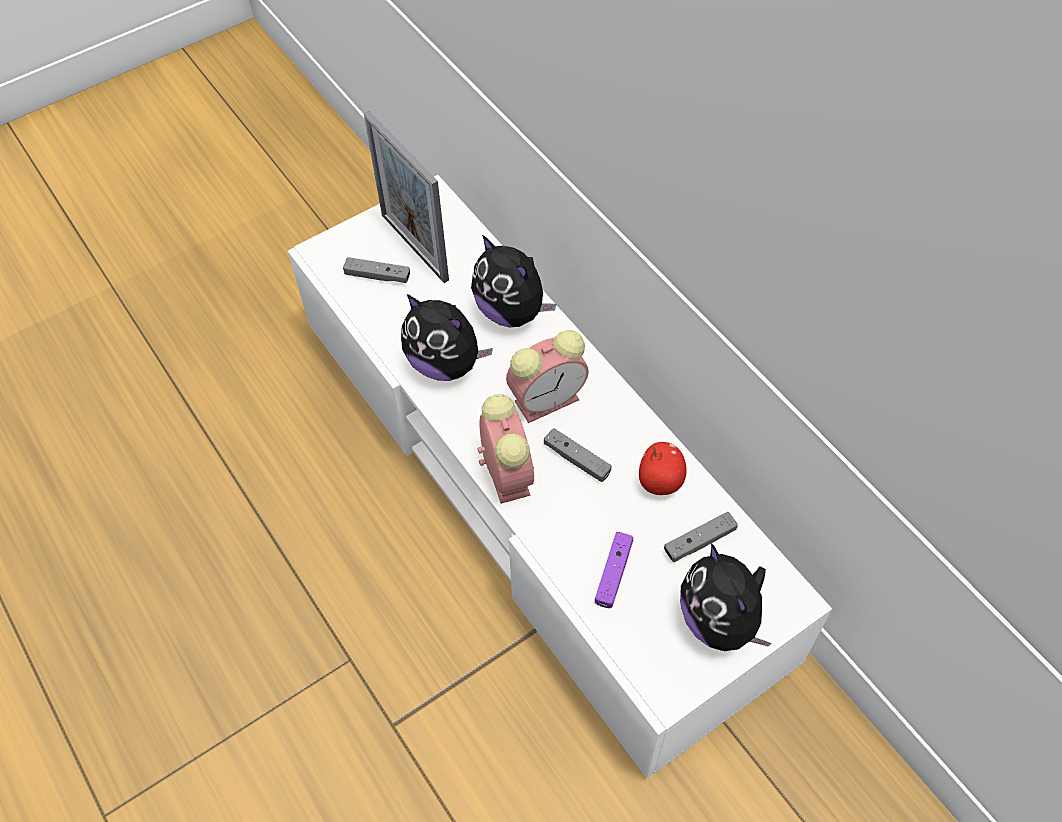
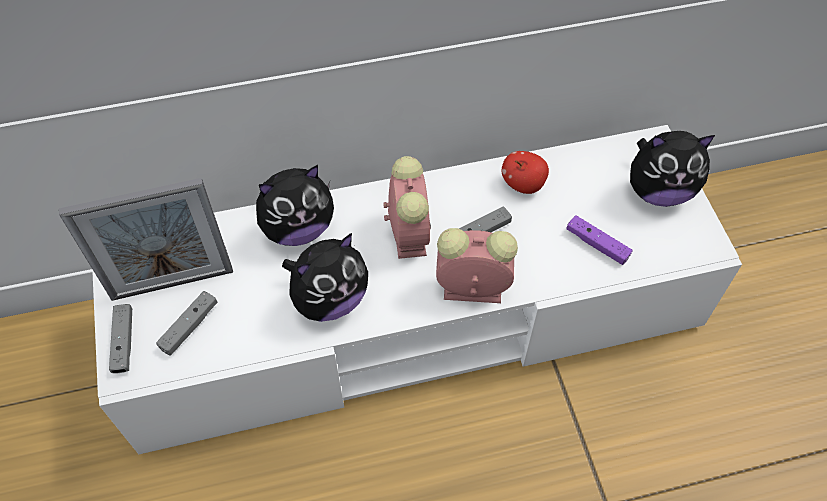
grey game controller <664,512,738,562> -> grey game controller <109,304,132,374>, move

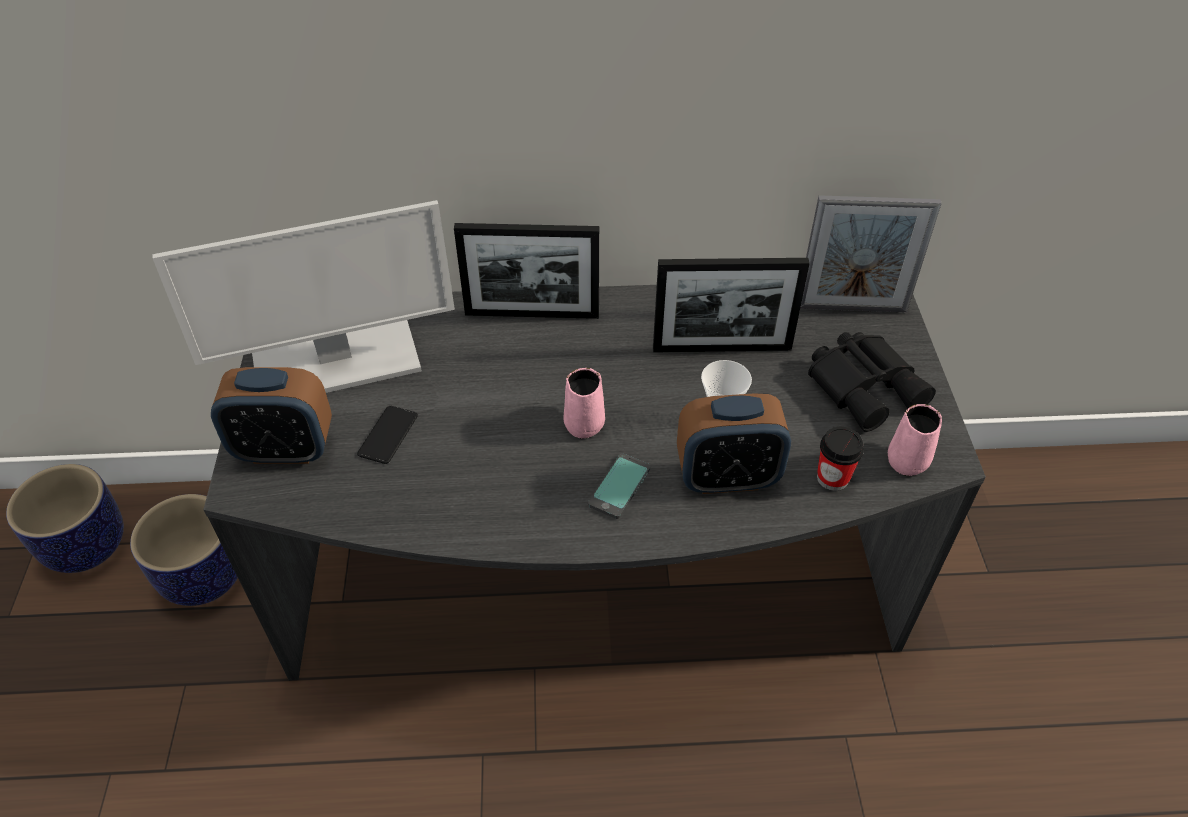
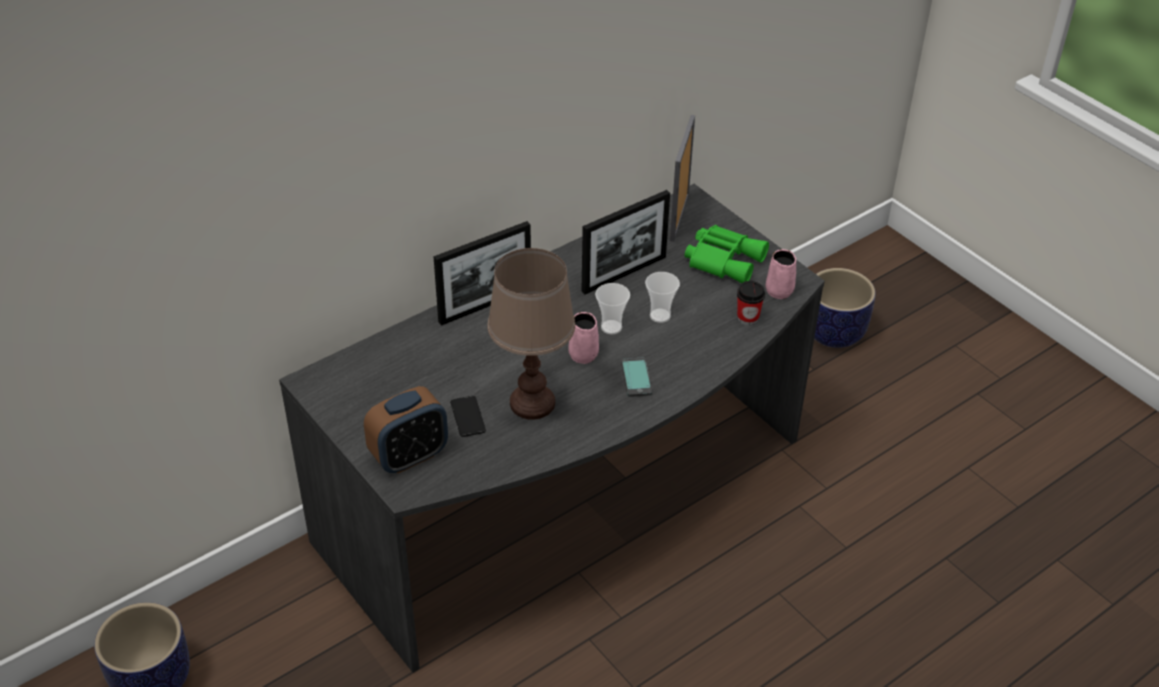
picture frame <800,195,942,313> -> picture frame <670,115,695,242>, 135 degrees clockwise
monitor <152,200,455,393> -> none
black binoculars <808,332,936,432> -> green binoculars <685,225,769,283>
alarm clock <677,393,791,494> -> none
planter <130,494,238,606> -> planter <814,268,876,348>, move
none -> brown table lamp <487,248,575,420>
none -> cup <595,283,630,334>

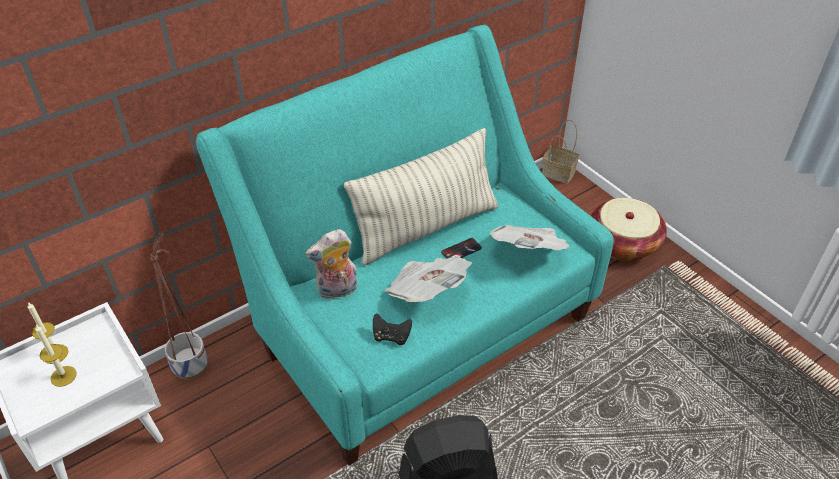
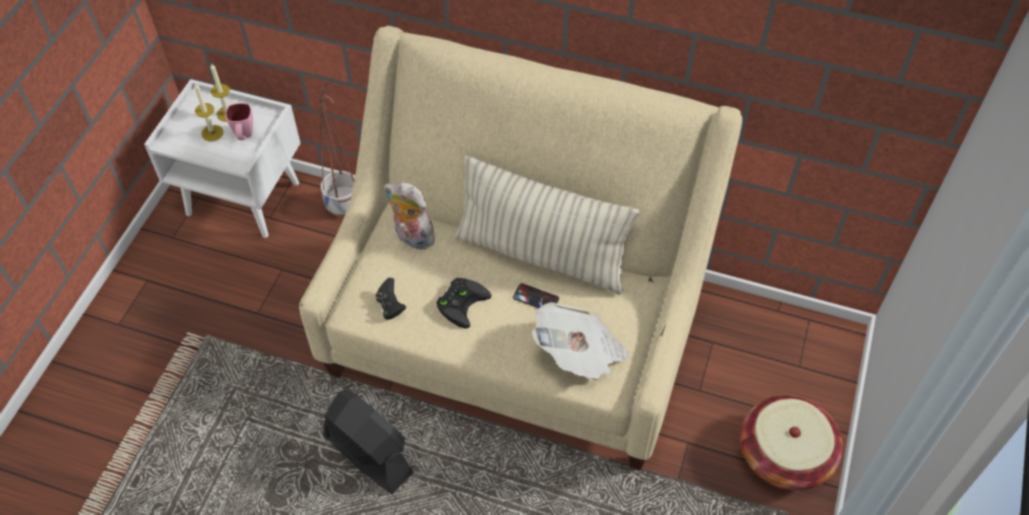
turquoise sofa <196,25,614,465> -> beige sofa <299,26,742,470>
basket <542,120,580,184> -> none
newspaper <384,257,472,302> -> black game controller <437,278,491,328>
none -> pink mug <225,103,253,140>

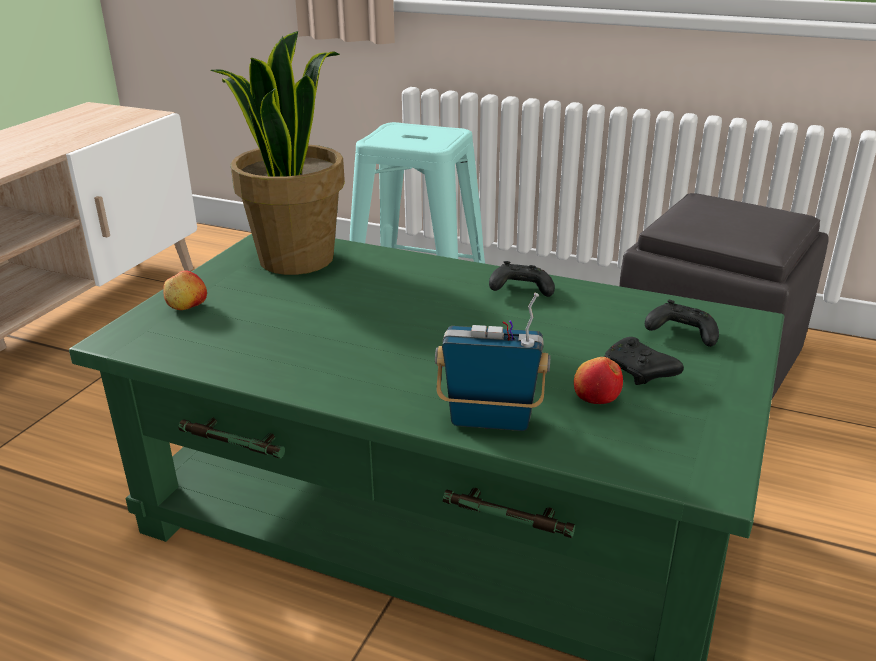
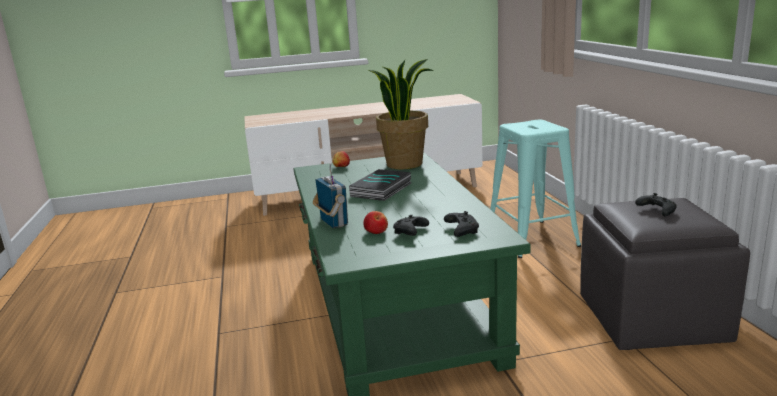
black game controller <489,261,555,297> -> black game controller <635,193,677,216>, move
none -> book <349,169,412,201>

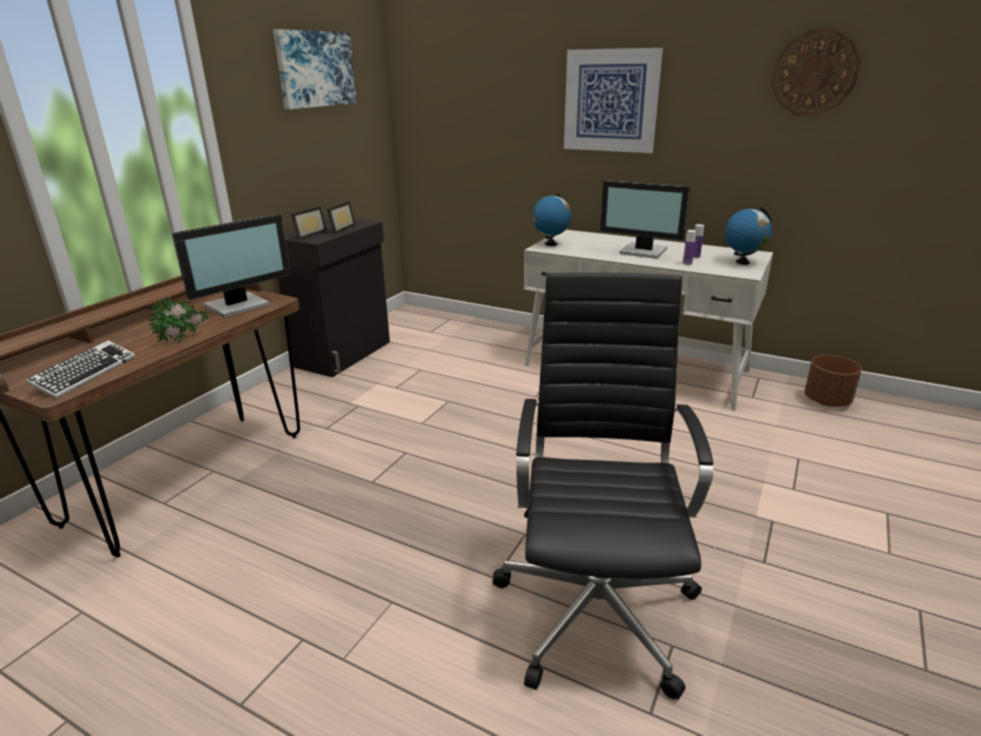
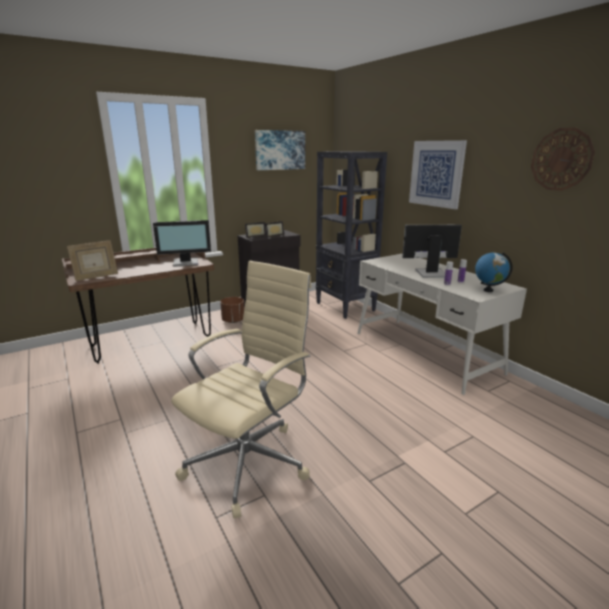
monitor <600,180,691,259> -> monitor <402,225,462,278>, 120 degrees clockwise
globe <532,193,572,246> -> none
black office chair <493,273,713,700> -> beige office chair <171,261,311,519>
potted plant <148,296,208,343> -> none
keyboard <26,340,136,399> -> picture frame <67,240,118,281>
brown planter <804,355,862,407> -> brown planter <220,297,244,323>, move
none -> black bookcase <316,151,387,319>

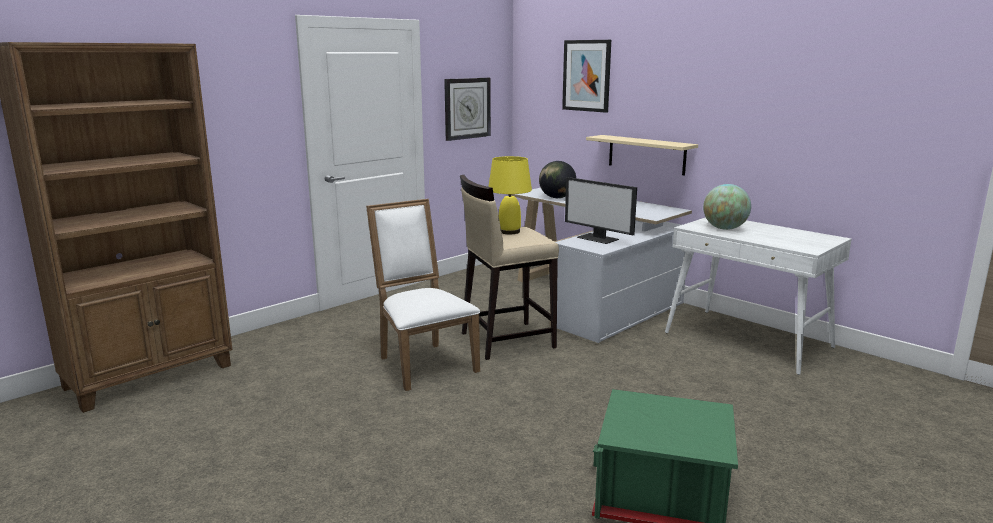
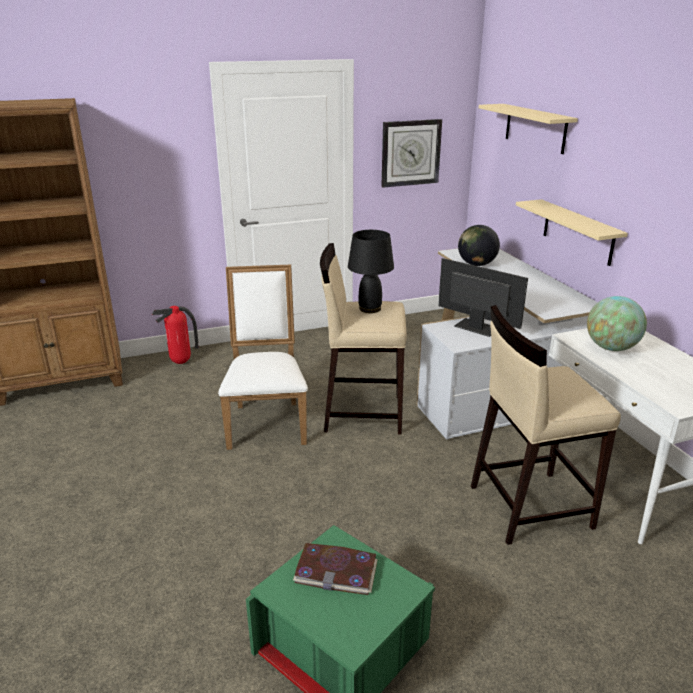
picture <562,40,611,113> -> beige shelf <479,104,578,154>
yellow table lamp <488,156,532,234> -> black table lamp <348,230,394,313>
monitor <565,177,637,244> -> monitor <438,258,528,337>, 150 degrees clockwise
none -> beige stool <471,305,621,545>
none -> fire extinguisher <152,306,200,364>
none -> book <293,543,378,595>

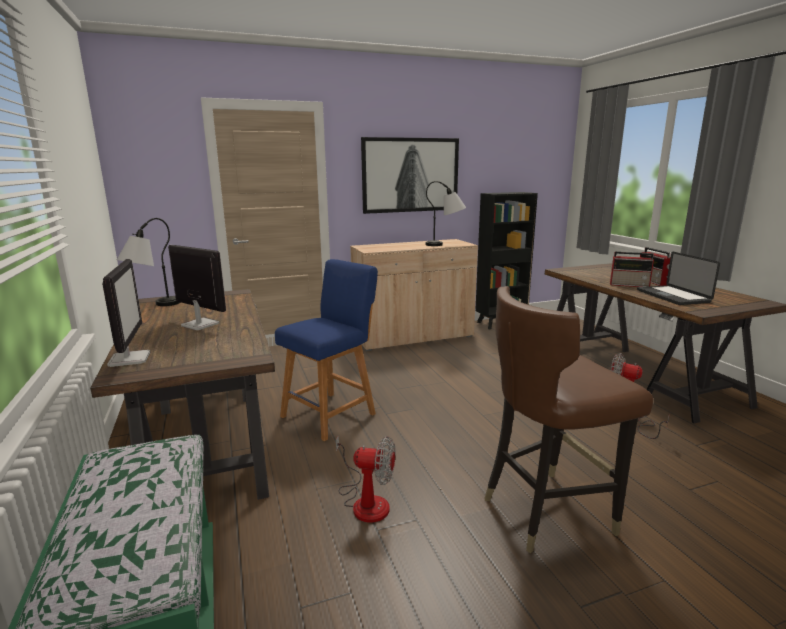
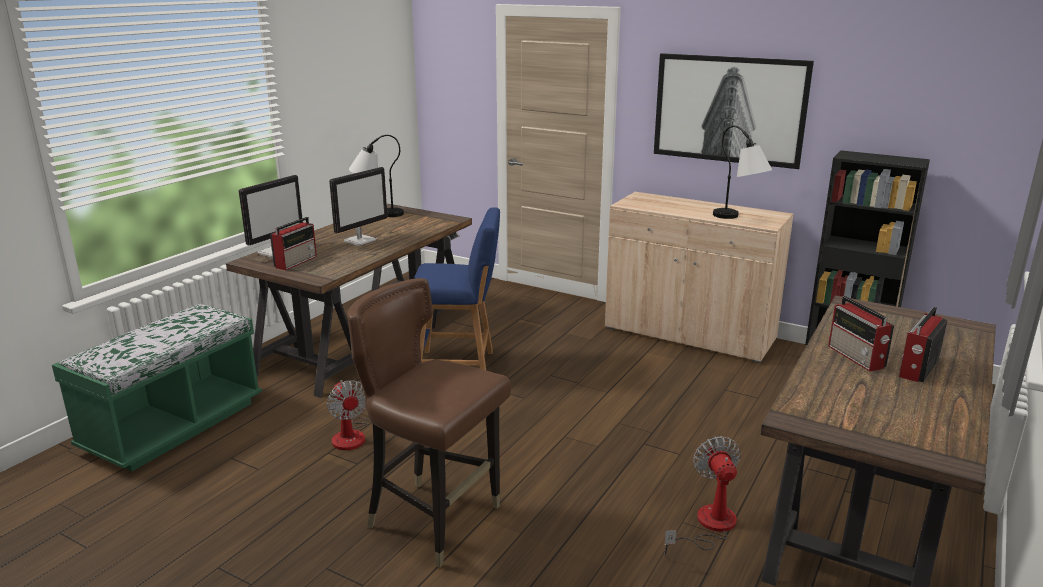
monitor <168,245,226,330> -> monitor <329,167,388,246>, 45 degrees clockwise
laptop <637,252,720,305> -> none
none -> radio <270,217,317,270>

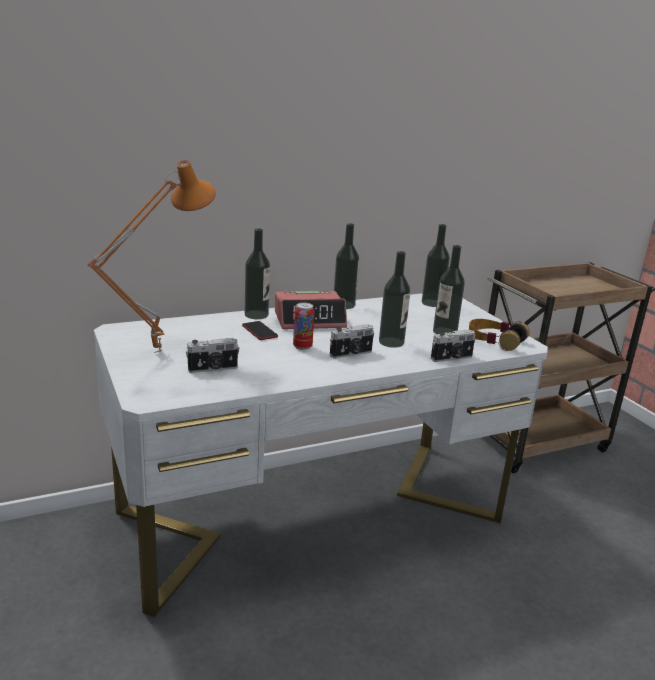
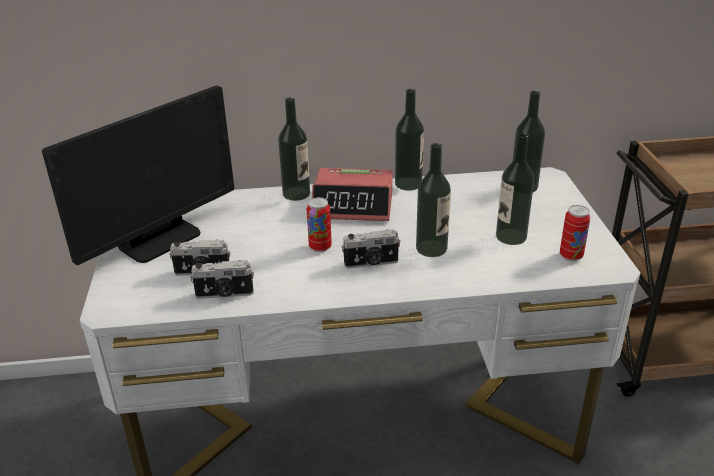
orange table lamp <88,160,216,353> -> monitor <42,85,234,265>
headphones <469,319,530,351> -> can <560,205,590,261>
phone <242,321,278,340> -> none
photo camera <431,329,475,362> -> photo camera <190,260,254,299>, move

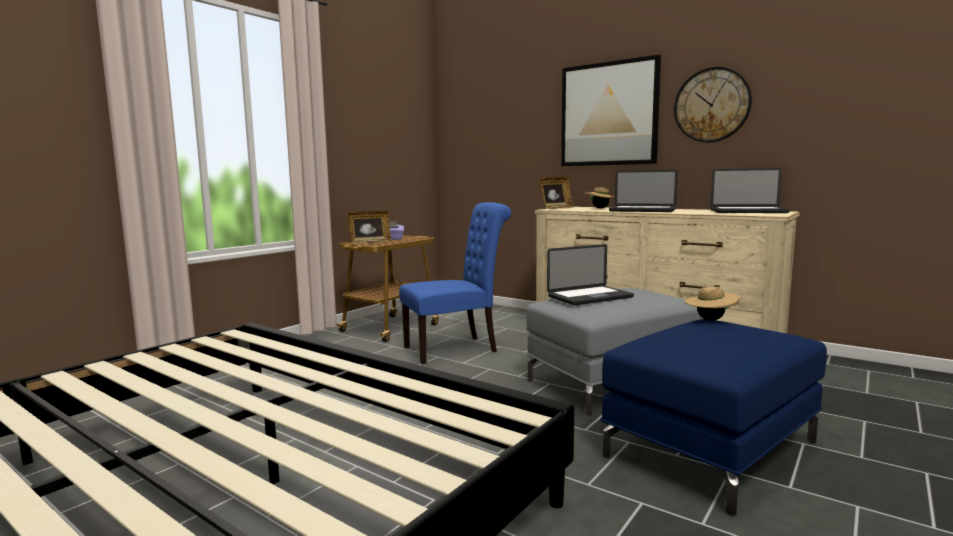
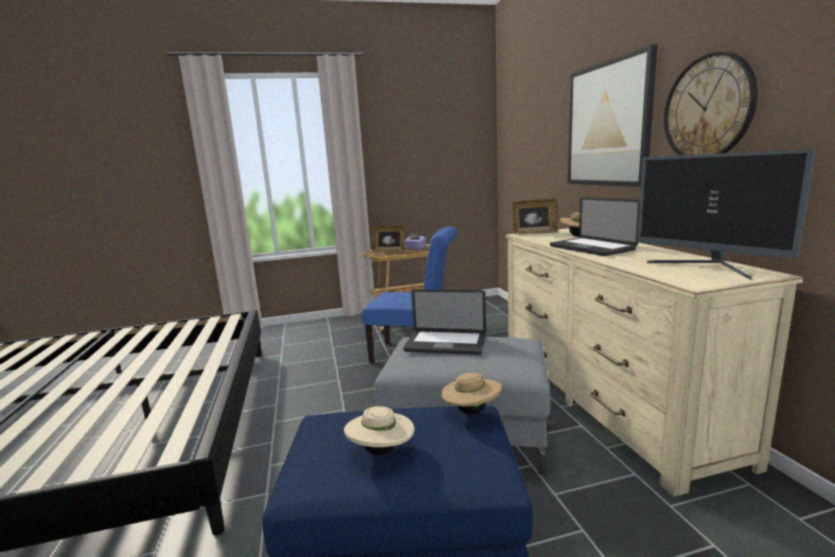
laptop <710,168,790,213> -> monitor <637,149,816,279>
none -> beige hat <344,406,415,456>

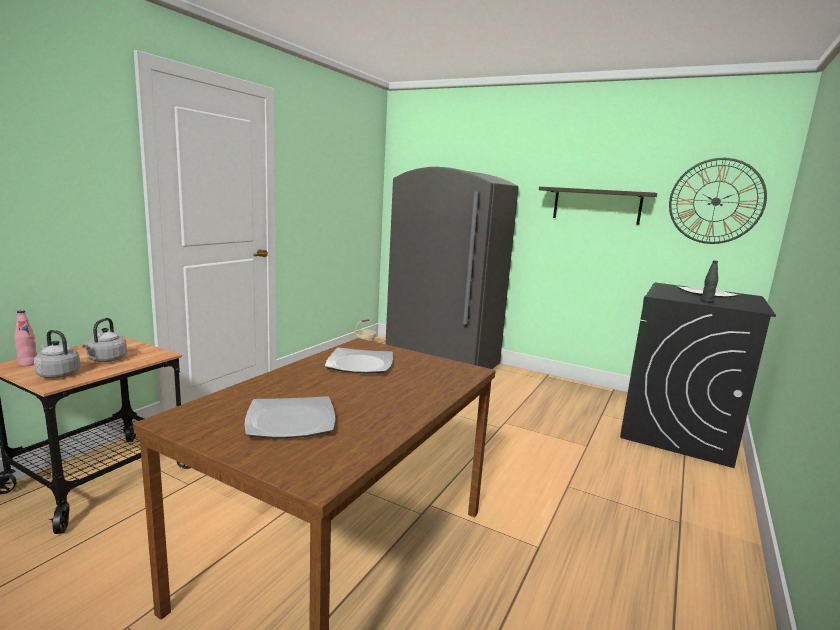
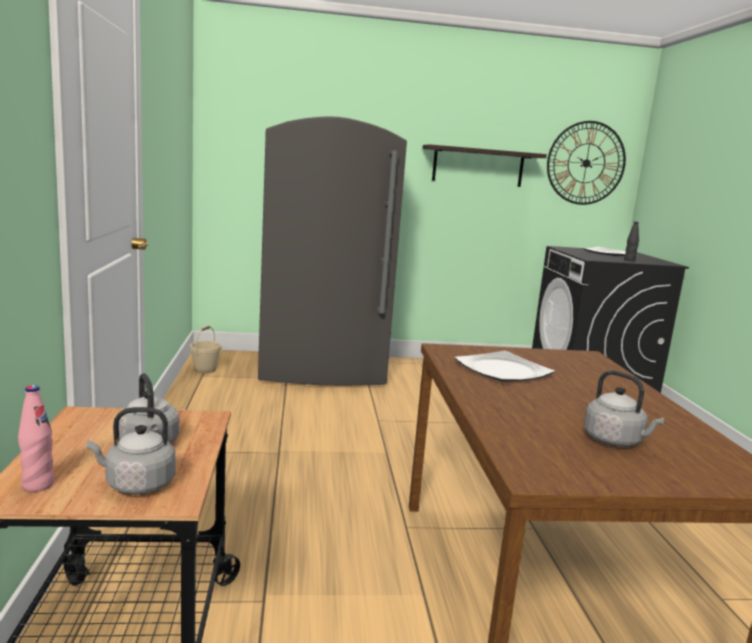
plate <244,396,335,438> -> grey kettle <584,370,664,447>

